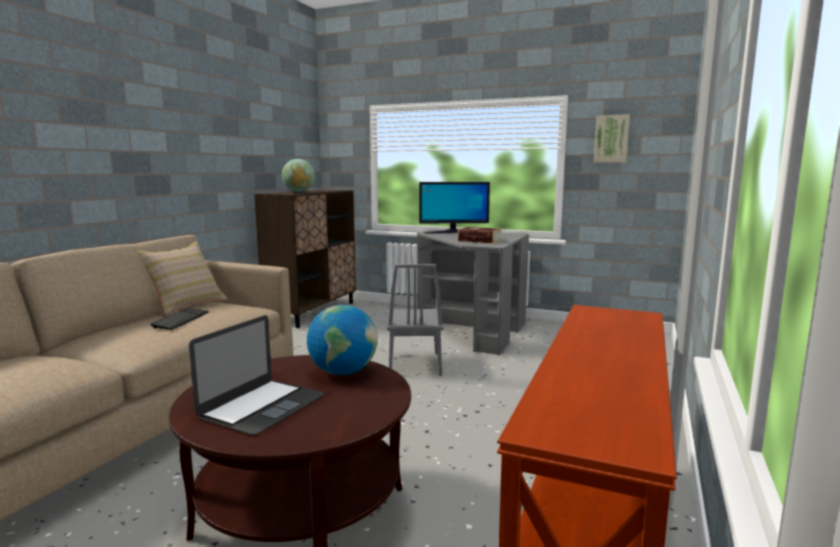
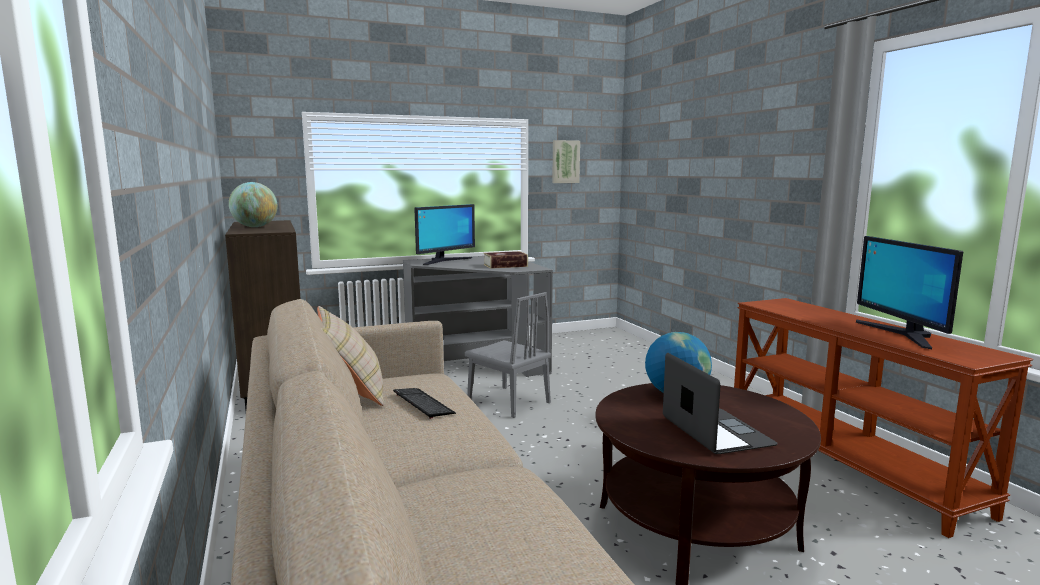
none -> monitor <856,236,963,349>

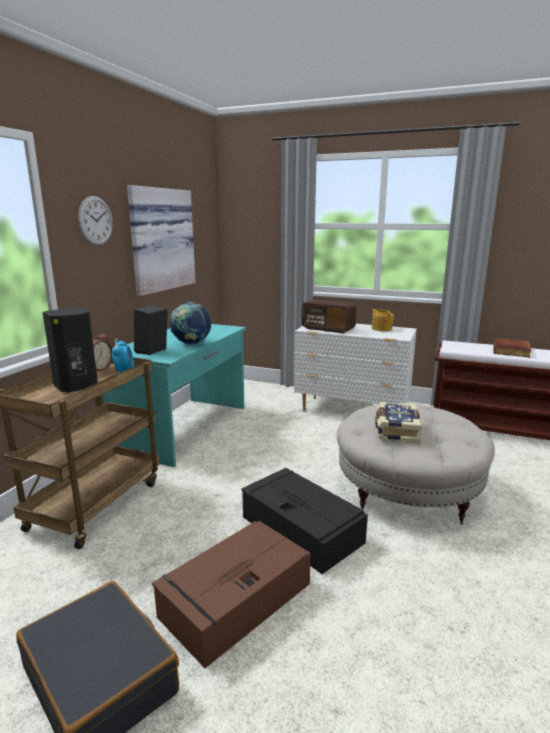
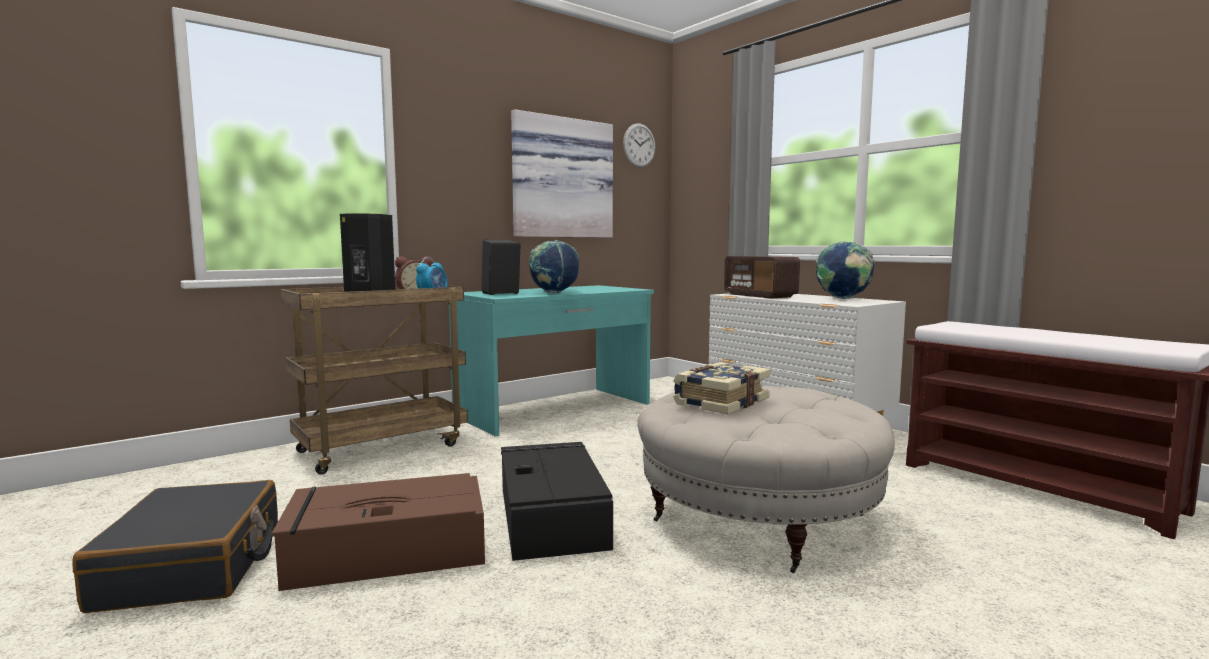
wall clock <78,196,113,245> -> wall clock <623,123,655,167>, move
teapot <372,309,394,331> -> globe <816,241,875,299>
book <493,338,531,358> -> none

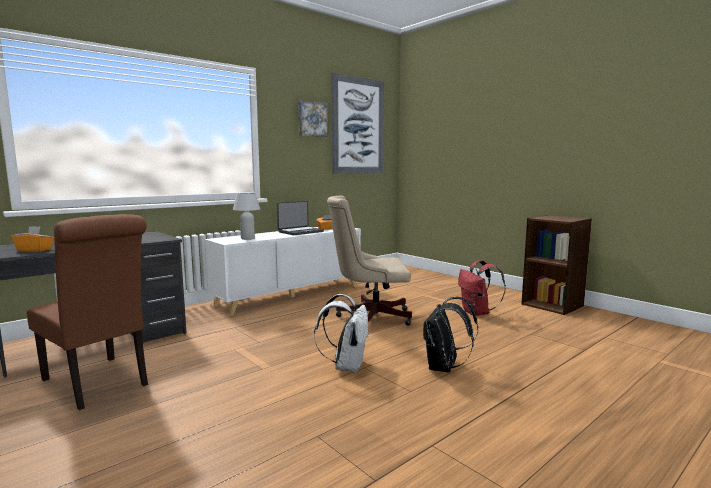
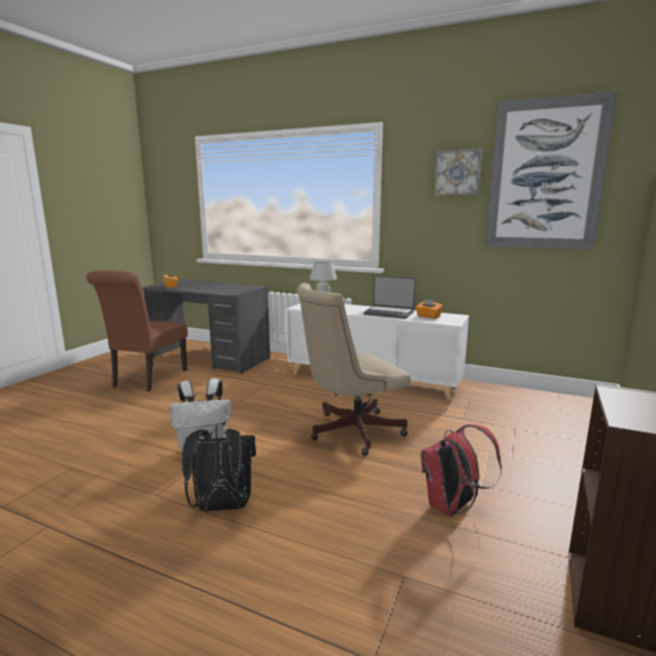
beige office chair <327,195,412,326> -> beige office chair <297,283,411,455>, 90 degrees counterclockwise

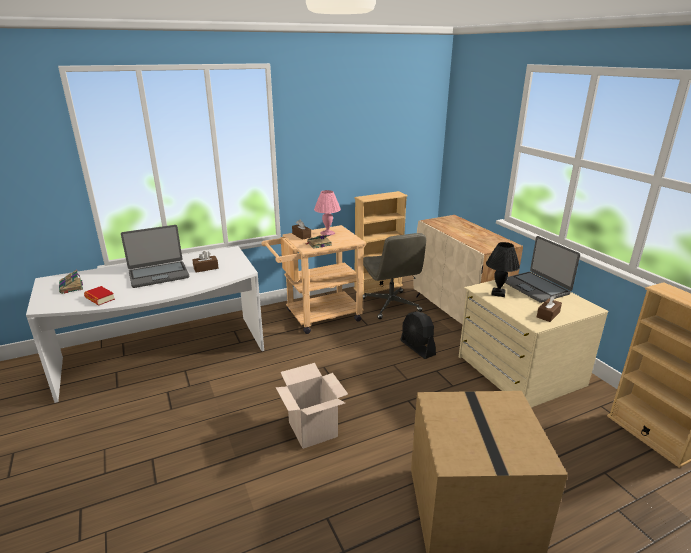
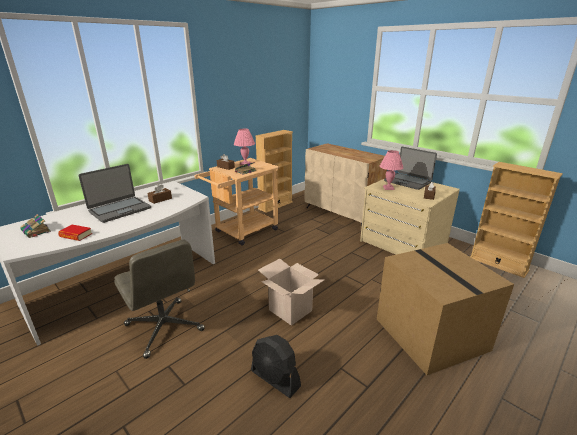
grey office chair <363,233,426,319> -> grey office chair <114,239,205,359>, move
black table lamp <486,242,520,297> -> pink table lamp <380,150,403,190>
black fan <400,311,436,359> -> black fan <251,335,301,398>, move

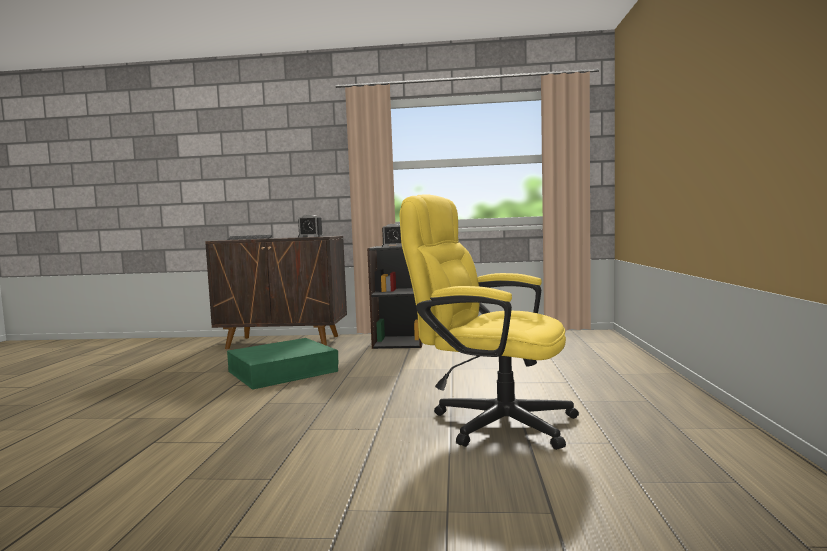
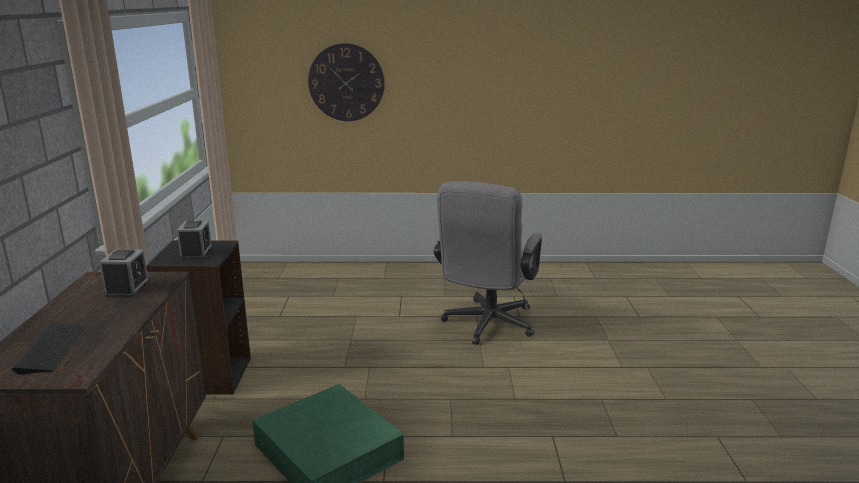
yellow office chair <400,194,579,450> -> grey office chair <434,181,542,345>
none -> wall clock <308,43,385,121>

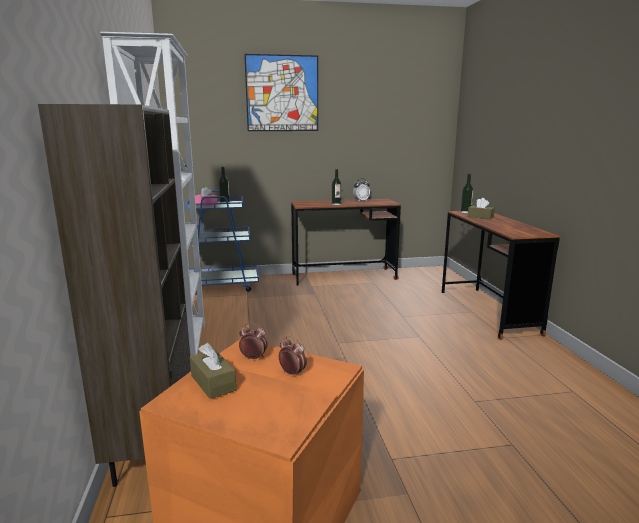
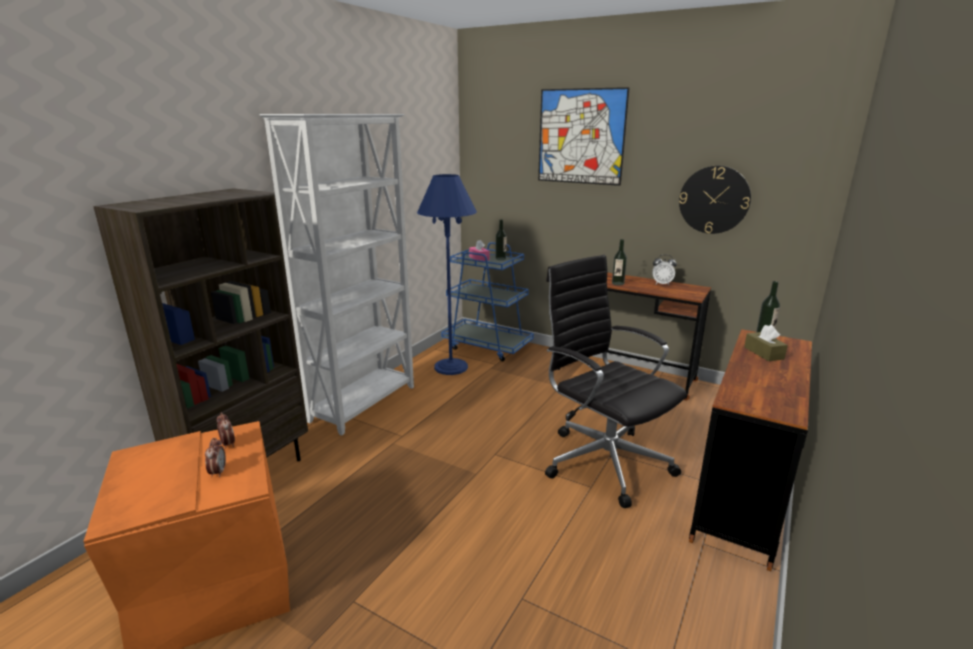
brown tissue box <190,343,236,399> -> none
none -> wall clock <679,166,751,234>
none -> blue floor lamp <417,174,477,375>
none -> black office chair <545,255,687,508>

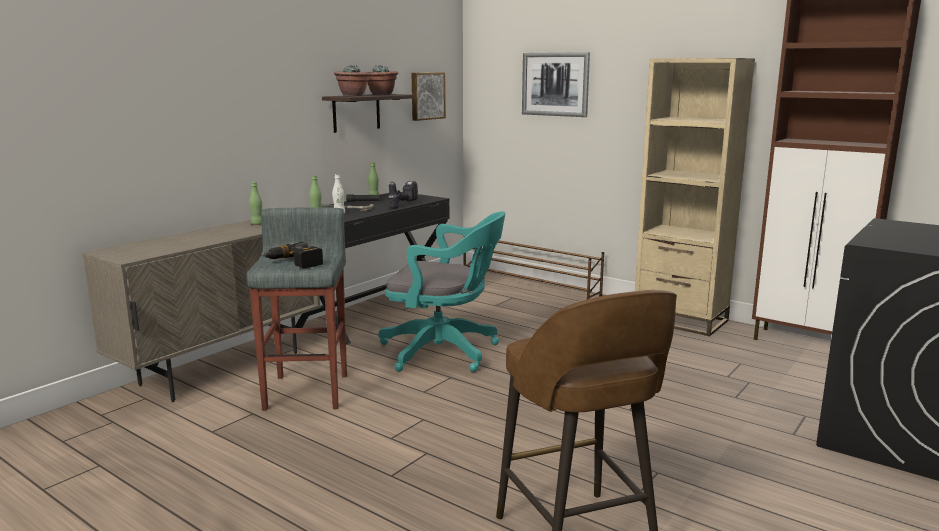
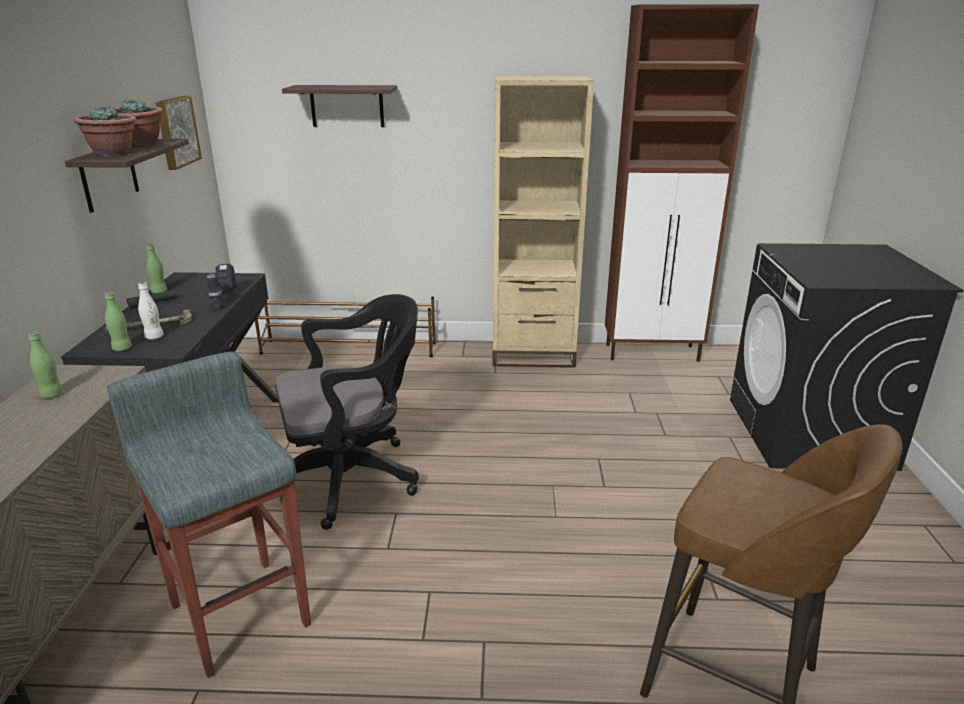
picture <522,52,590,117> -> shelf <282,85,397,127>
turquoise office chair <378,212,506,372> -> black office chair <275,294,419,530>
power drill <262,242,323,268> -> none

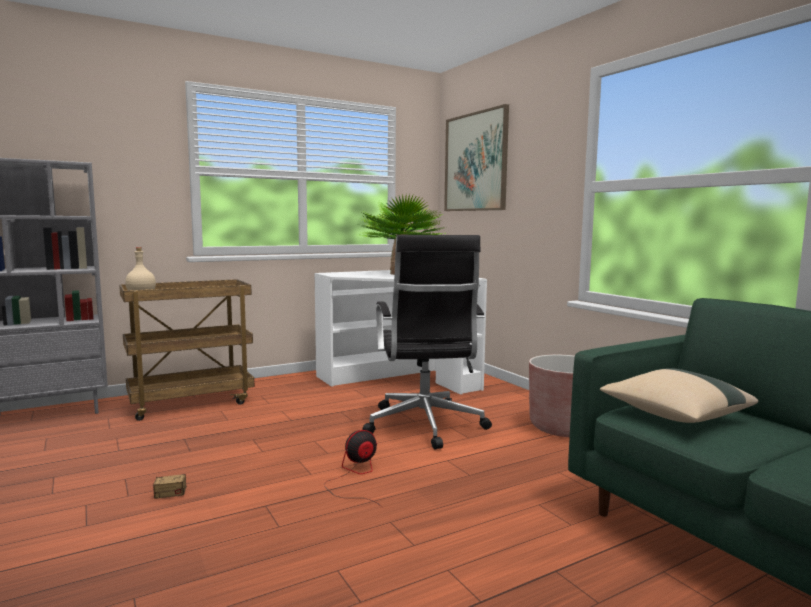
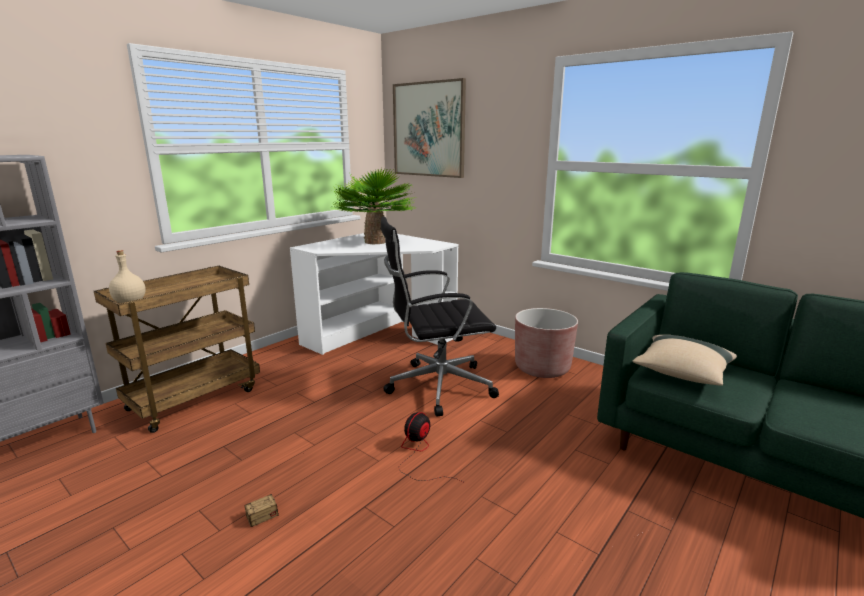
black office chair <362,235,492,449> -> black office chair <381,216,499,416>, 105 degrees clockwise

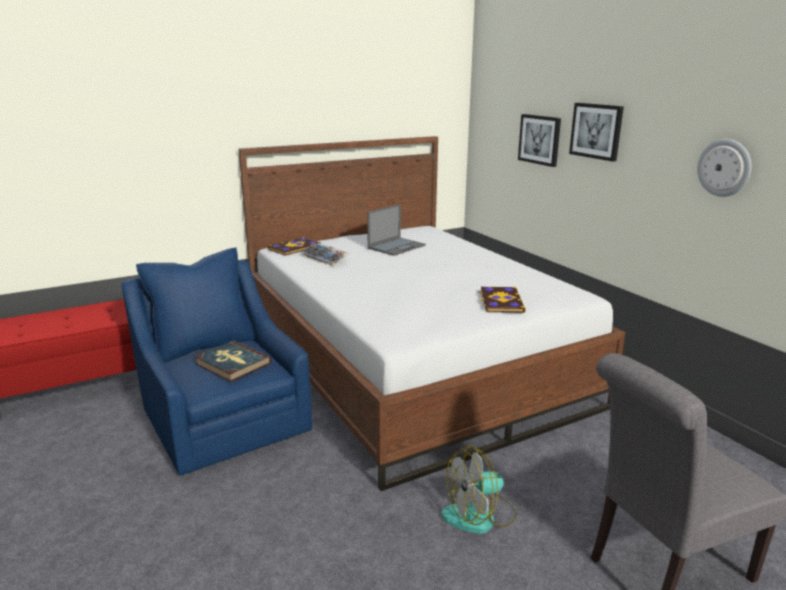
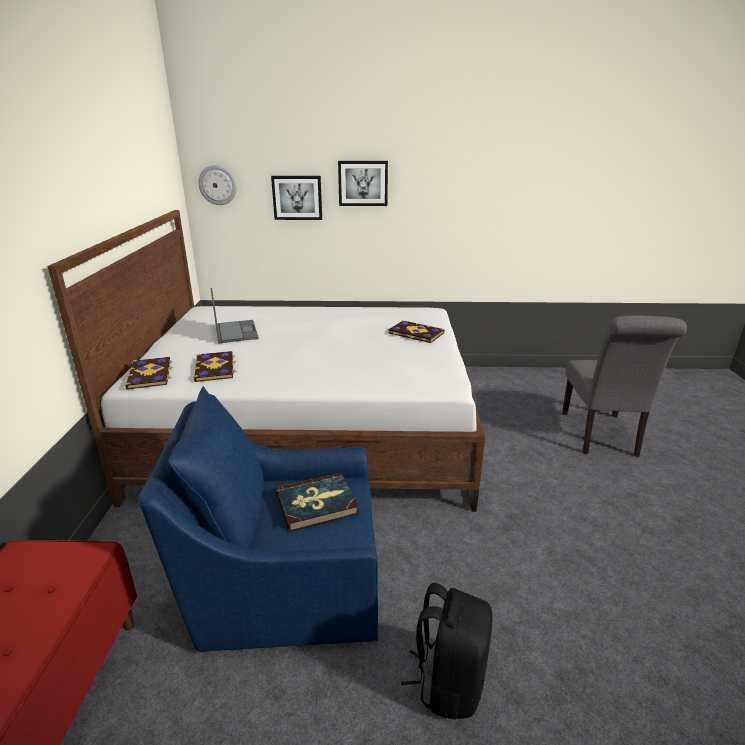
wall clock <697,139,751,197> -> wall clock <198,165,237,205>, move
keyboard <302,243,349,267> -> book <193,351,237,382>
fan <441,445,517,534> -> none
none -> black backpack <401,583,492,720>

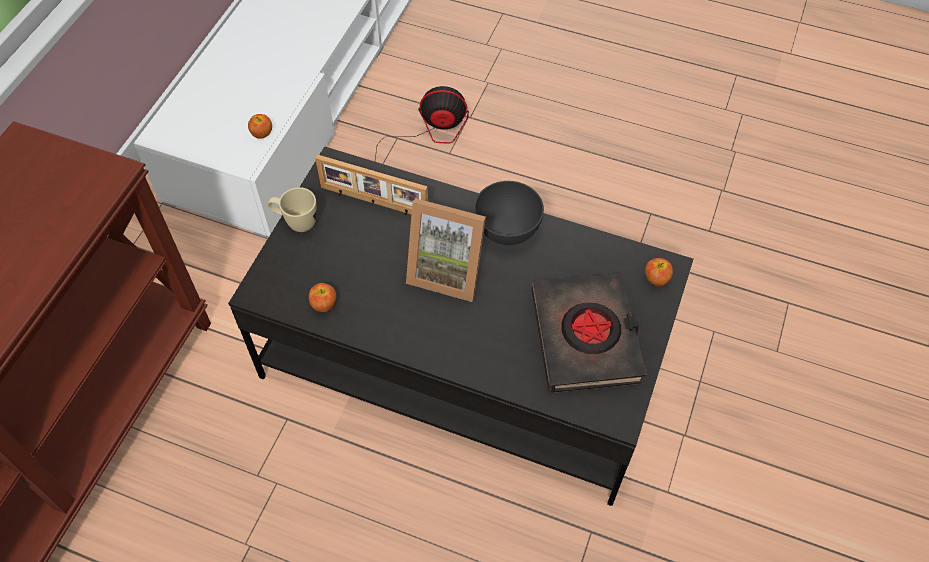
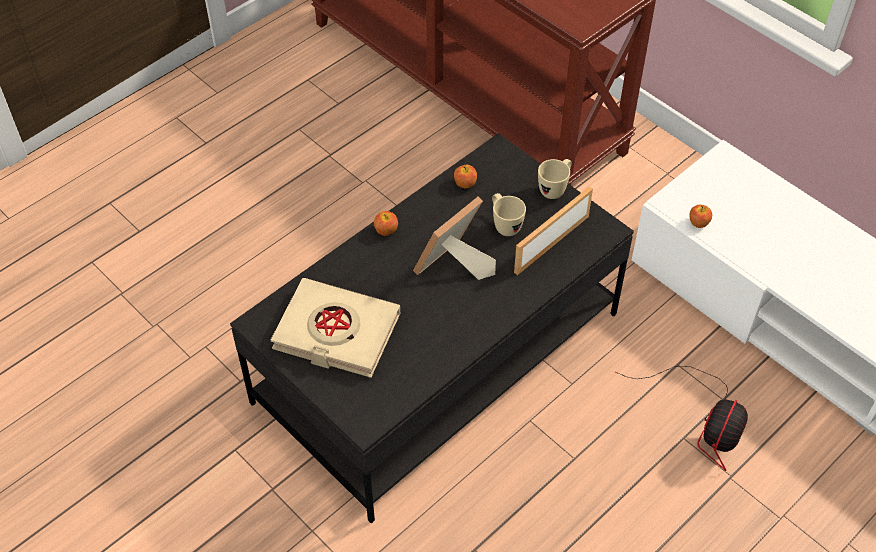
grey bowl <474,181,544,245> -> none
apple <645,258,673,286> -> apple <374,211,398,236>, move
black book <532,273,647,393> -> beige book <271,278,400,378>
none -> beige mug <492,193,526,236>

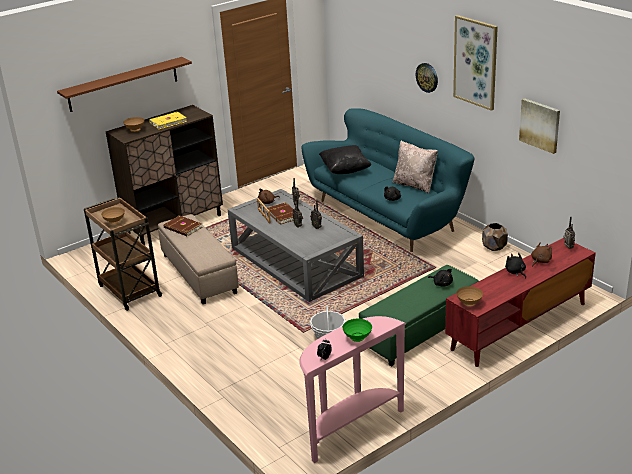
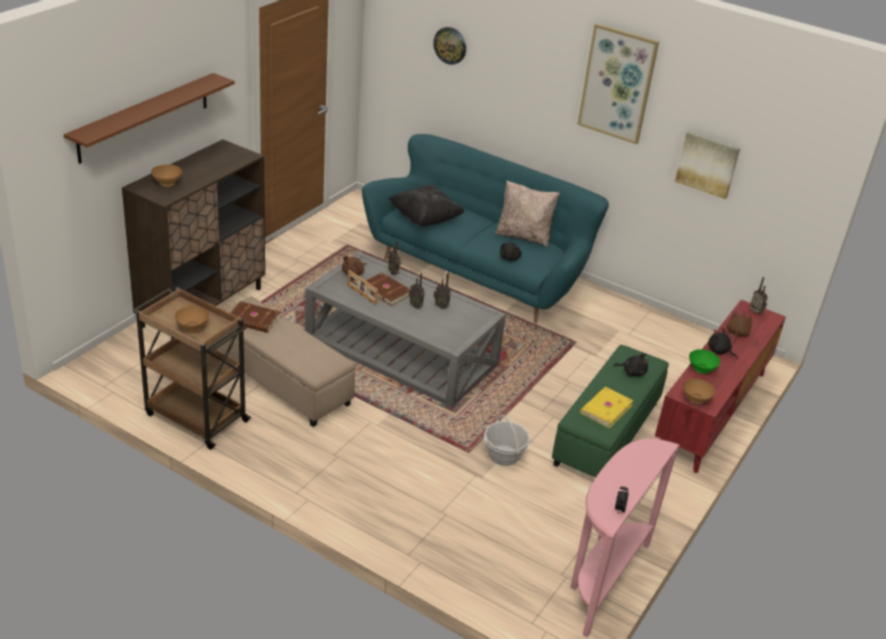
wall clock <416,63,438,93> -> wall clock <433,27,466,65>, move
yellow book <149,112,187,129> -> yellow book <580,387,634,428>, move
brown planter <482,223,508,251> -> none
green bowl <342,319,372,342> -> green bowl <689,349,720,374>, move

